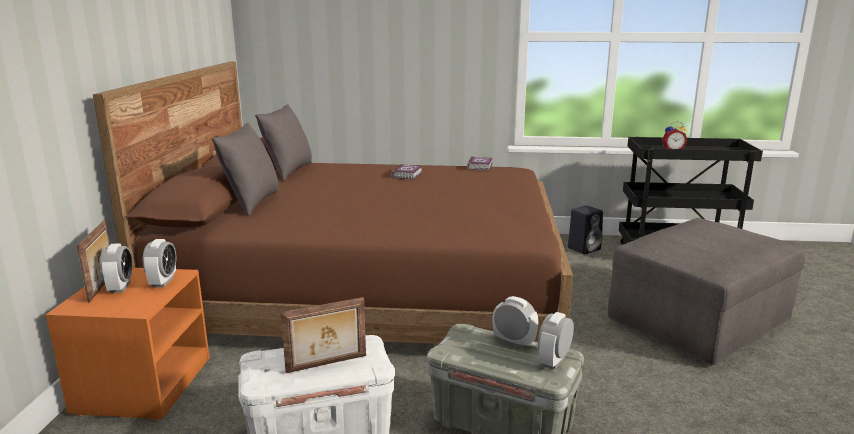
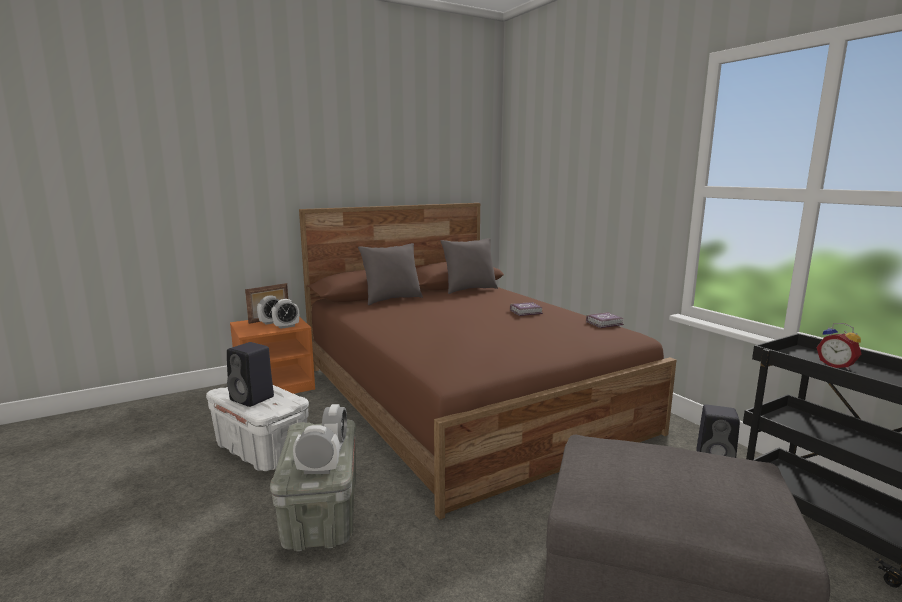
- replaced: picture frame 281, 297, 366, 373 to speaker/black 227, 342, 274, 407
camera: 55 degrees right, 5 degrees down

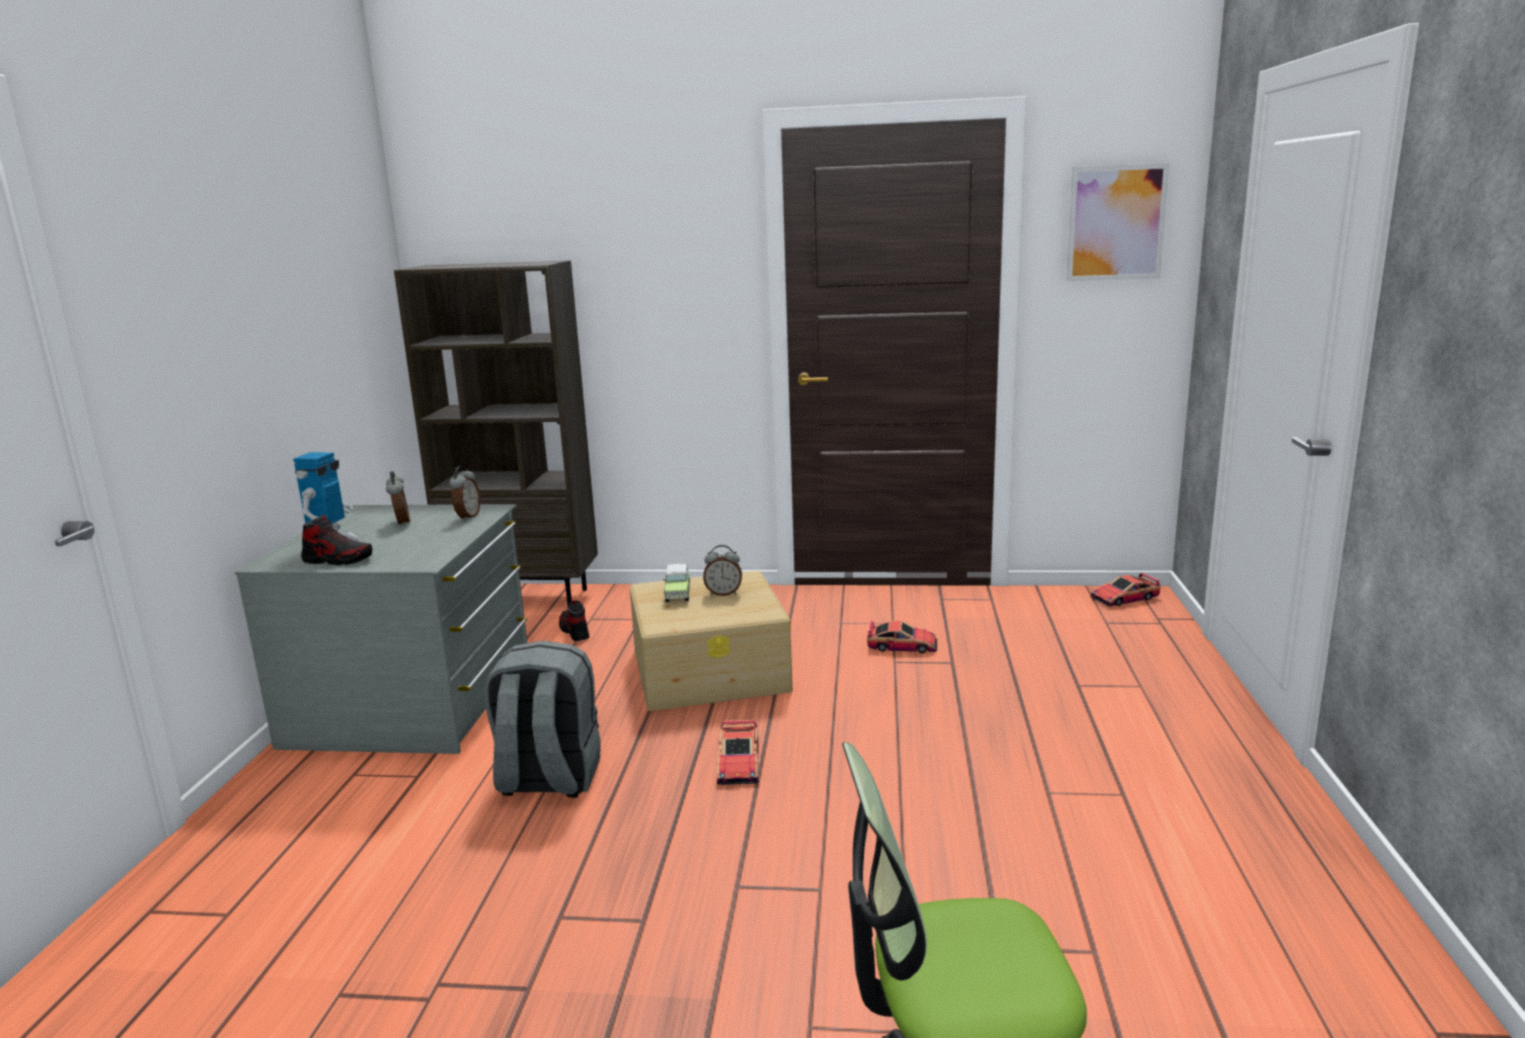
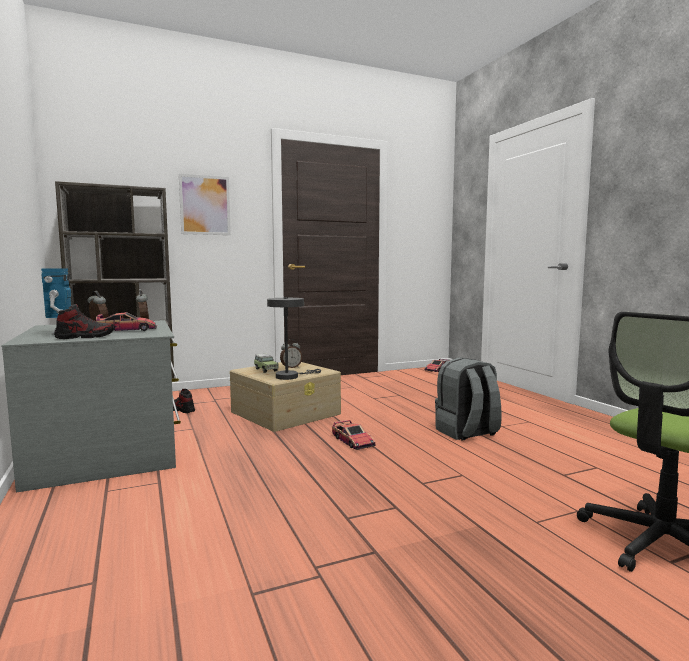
- moved: backpack/grey 484, 641, 601, 798 to 435, 357, 502, 440
- moved: toy car 867, 621, 937, 653 to 96, 312, 157, 331
- moved: picture 1066, 163, 1169, 281 to 179, 174, 231, 235
- added: table lamp/grey 267, 297, 321, 380
camera: 30 degrees left, 10 degrees down

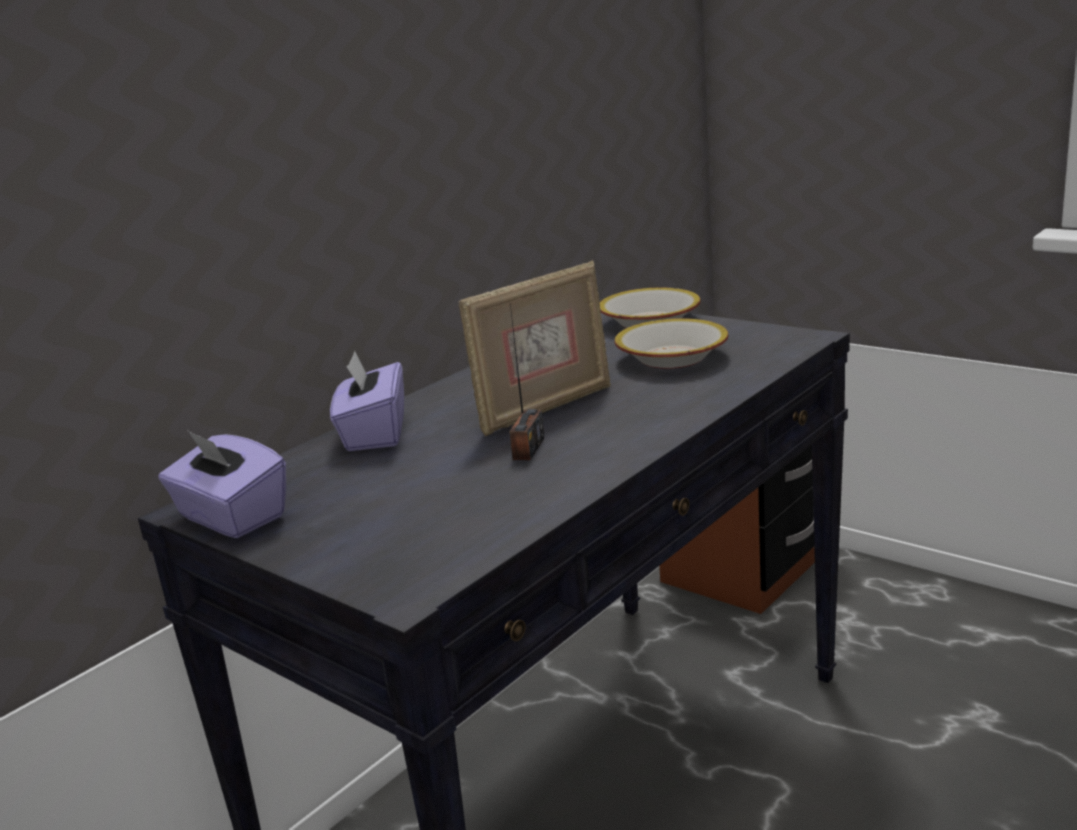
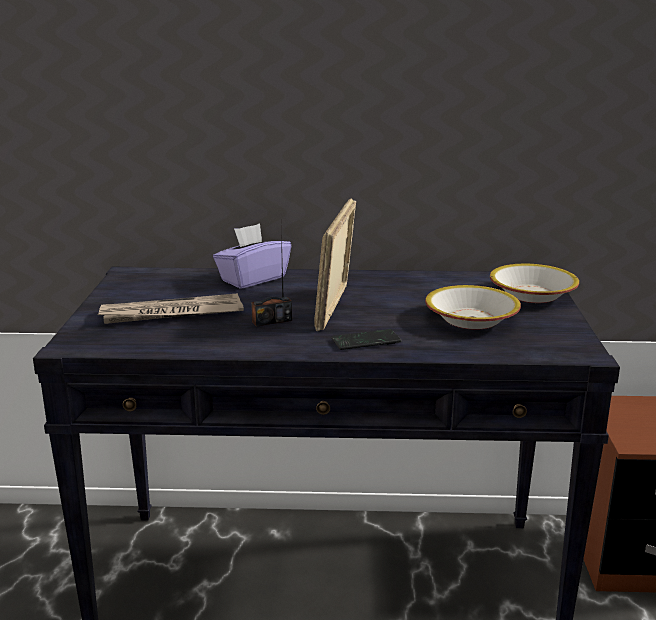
- removed: tissue box/purple 158, 430, 286, 538
- turned: picture frame 458, 260, 611, 437 = 314, 198, 356, 331 90 degrees clockwise
- added: newspaper 97, 293, 244, 324
- added: phone 331, 329, 401, 350
camera: 50 degrees right, 0 degrees up

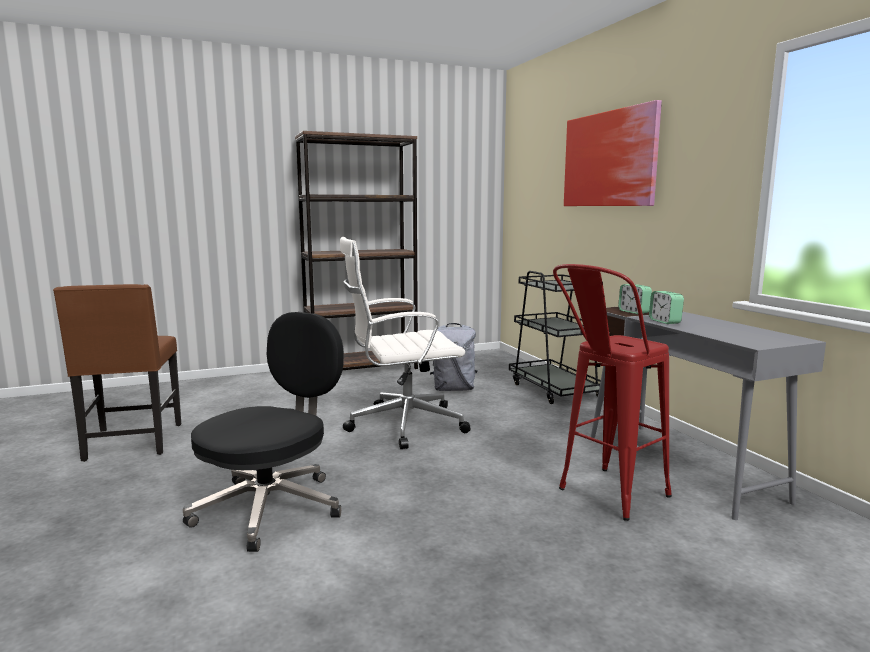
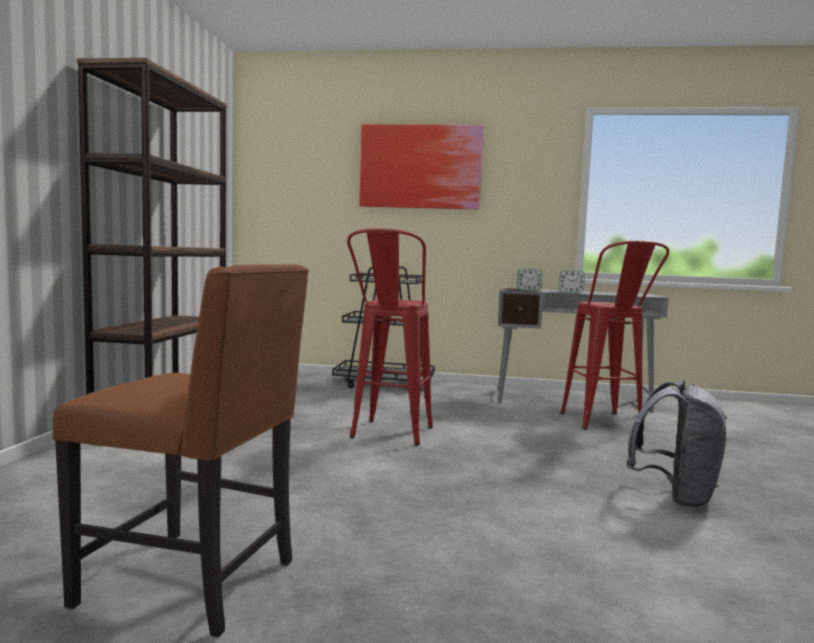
- removed: office chair/black 183, 312, 344, 552
- replaced: office chair/white 340, 237, 470, 449 to stool/red 347, 229, 433, 446
- moved: backpack/grey 430, 323, 478, 391 to 626, 380, 727, 507
camera: 60 degrees left, 5 degrees down

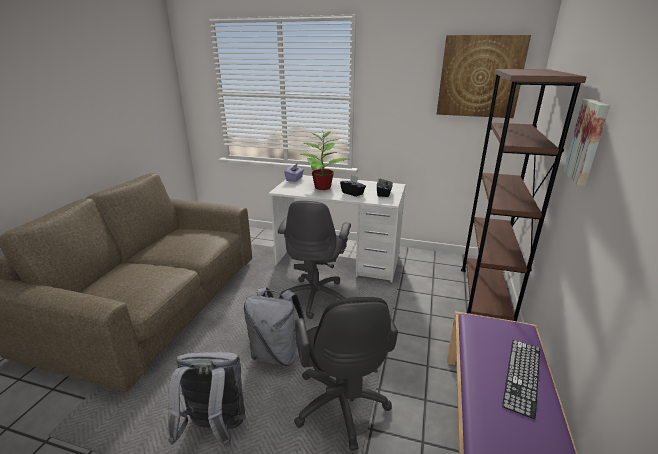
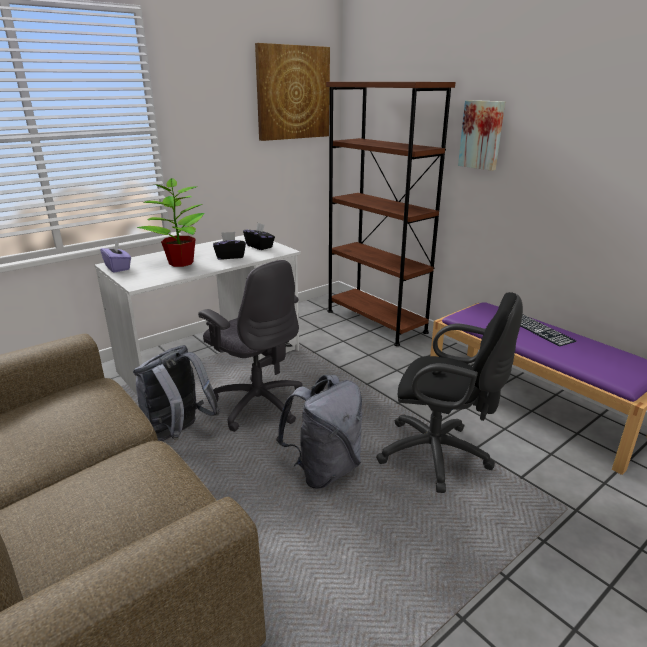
- moved: backpack/grey 168, 352, 246, 448 to 133, 345, 220, 441
camera: 55 degrees left, 0 degrees up

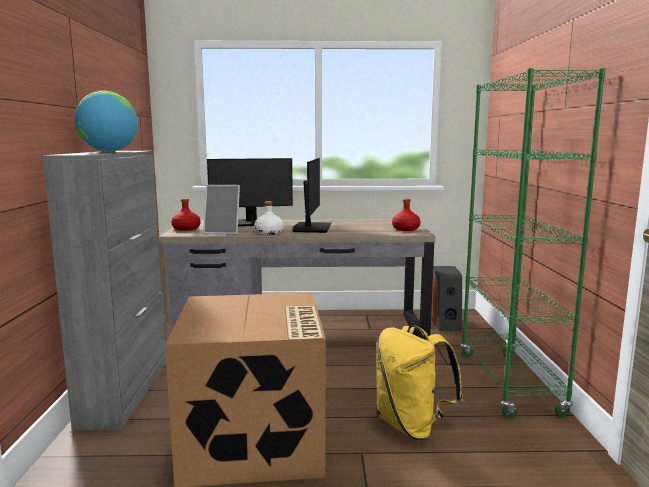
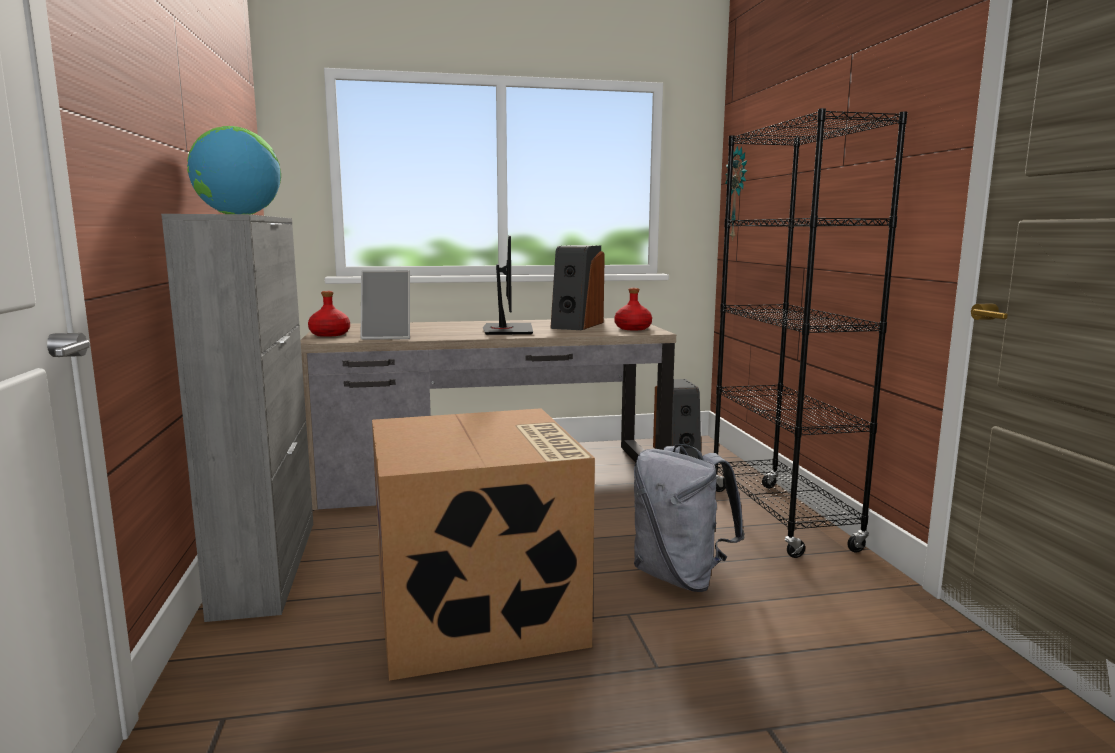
- removed: monitor 207, 158, 293, 226
- removed: bottle/white 254, 201, 284, 235
- recoloured: backpack/yellow 376, 325, 463, 440 to backpack/grey 634, 444, 745, 592
- recoloured: bookcase/green 460, 68, 606, 418 to bookcase/black 714, 108, 908, 558
- added: speaker 550, 245, 605, 330
- added: wall clock 725, 146, 747, 241
camera: 10 degrees left, 0 degrees up

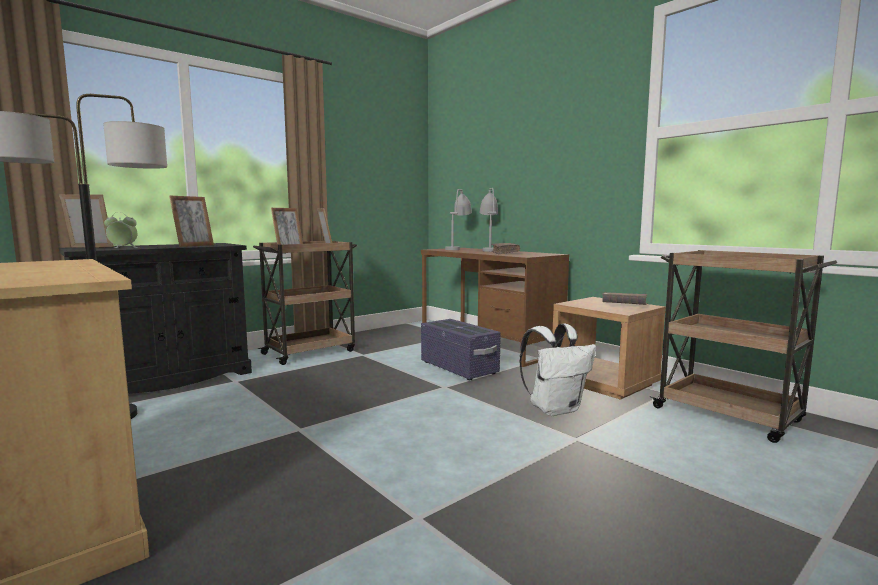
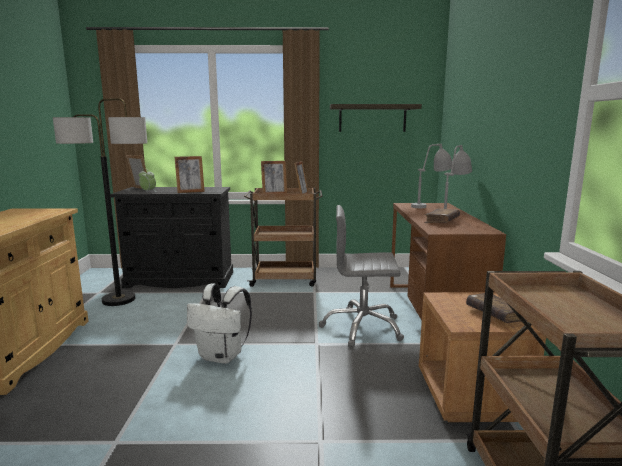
- replaced: storage box/purple 421, 319, 501, 380 to office chair/grey 319, 205, 404, 347
- moved: backpack/white 519, 323, 596, 416 to 187, 283, 252, 364
- added: shelf 330, 104, 422, 132
camera: 40 degrees right, 5 degrees up

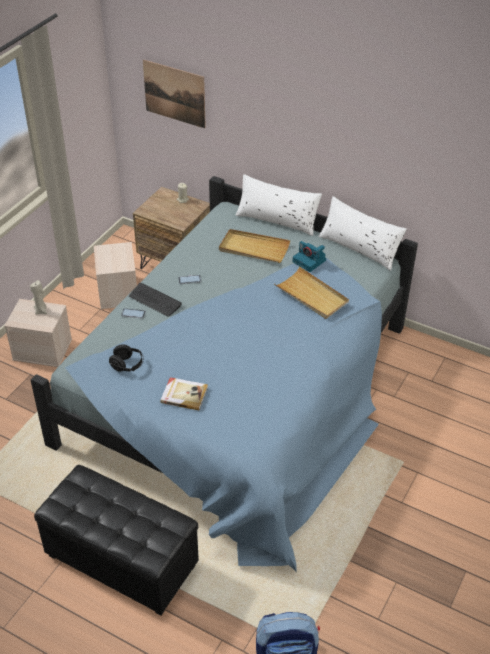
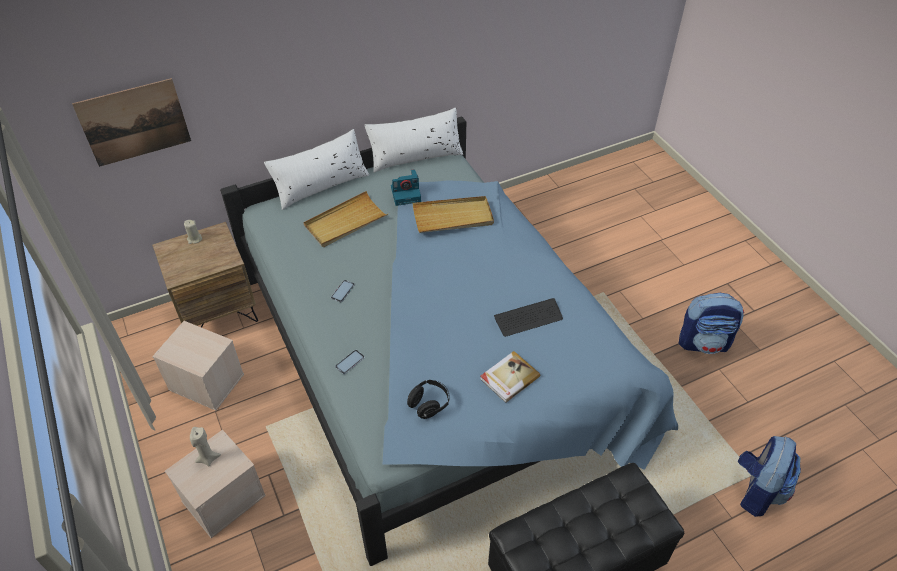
- moved: keyboard 129, 283, 182, 317 to 494, 298, 563, 337
- added: backpack 679, 293, 744, 354
camera: 55 degrees left, 5 degrees up

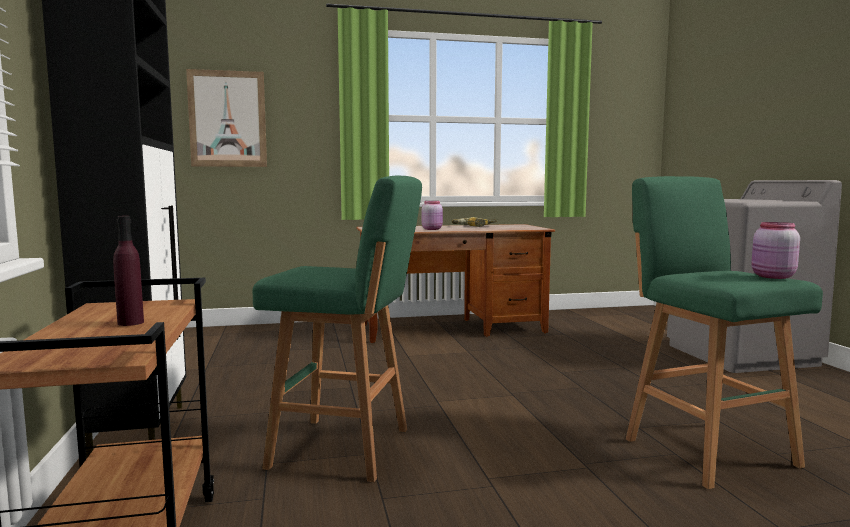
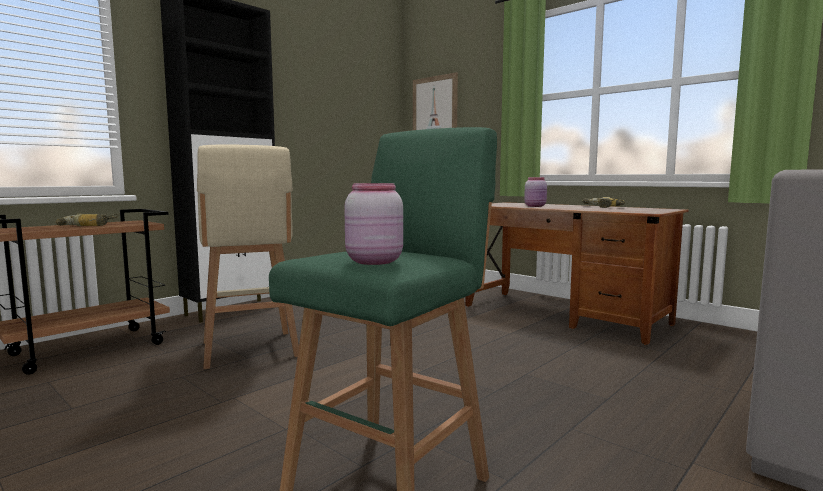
- replaced: bottle/purple 113, 216, 144, 326 to power drill 56, 214, 118, 226
- recoloured: stool/green 252, 175, 422, 482 to stool/beige 197, 144, 299, 369
camera: 55 degrees right, 0 degrees up

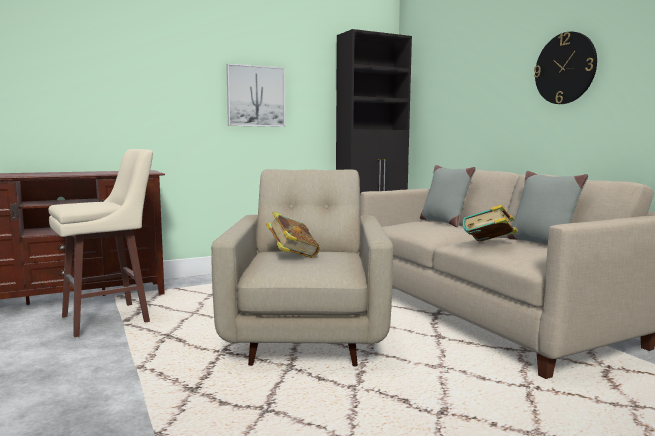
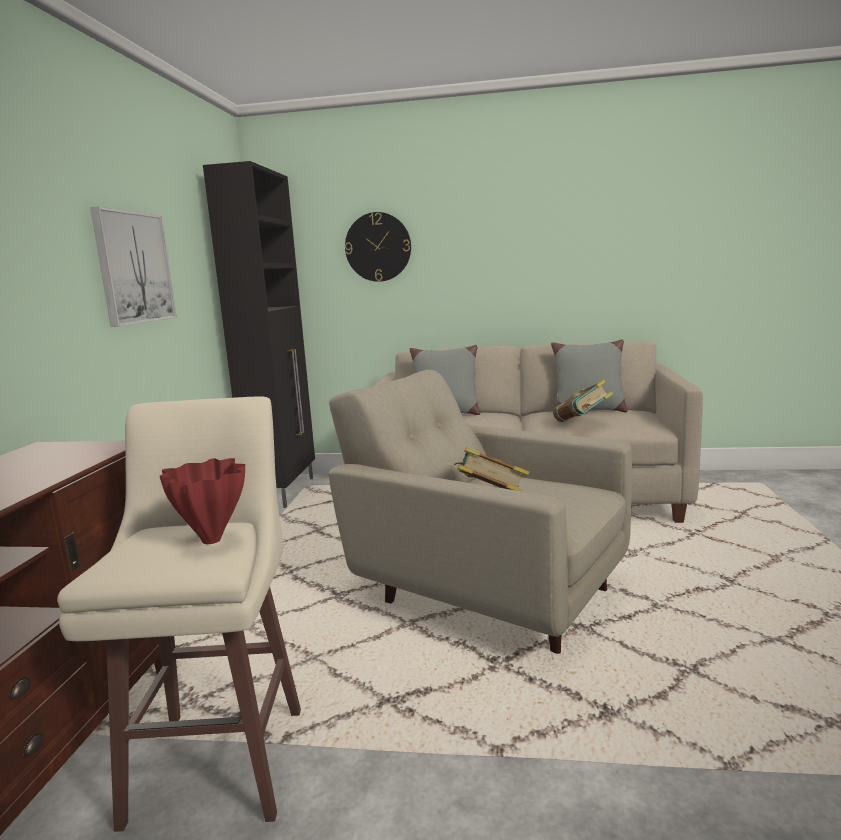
- moved: wall clock 534, 32, 597, 104 to 345, 212, 411, 282
- added: vase/red 160, 458, 245, 544
camera: 55 degrees left, 5 degrees up

